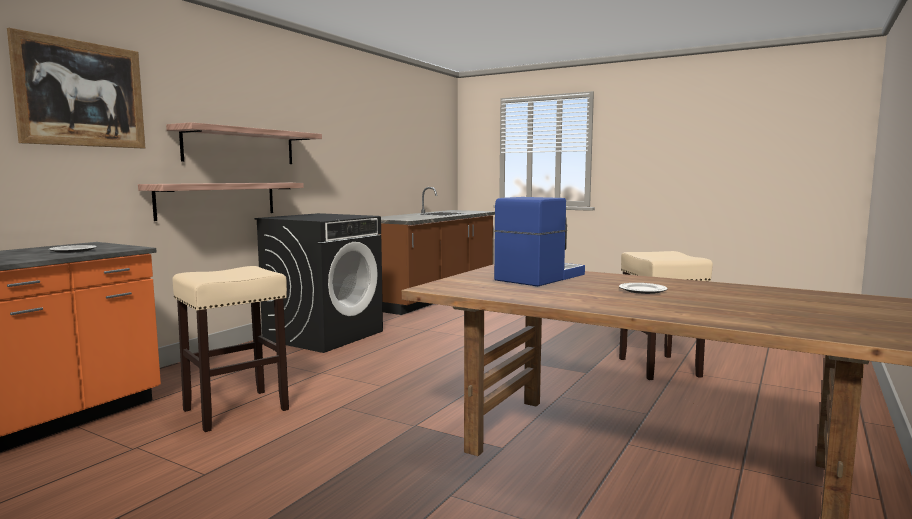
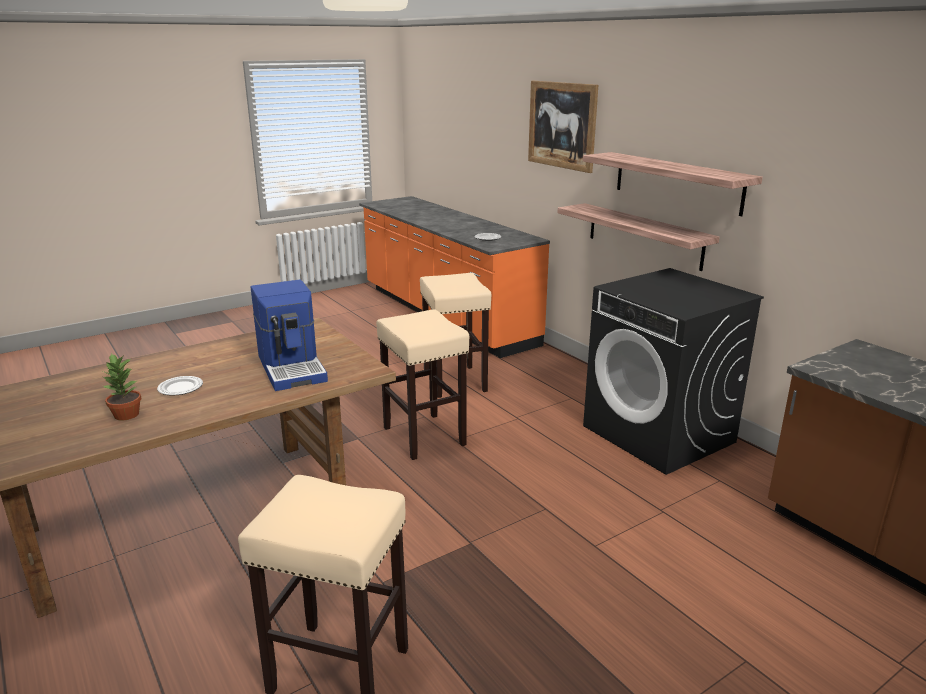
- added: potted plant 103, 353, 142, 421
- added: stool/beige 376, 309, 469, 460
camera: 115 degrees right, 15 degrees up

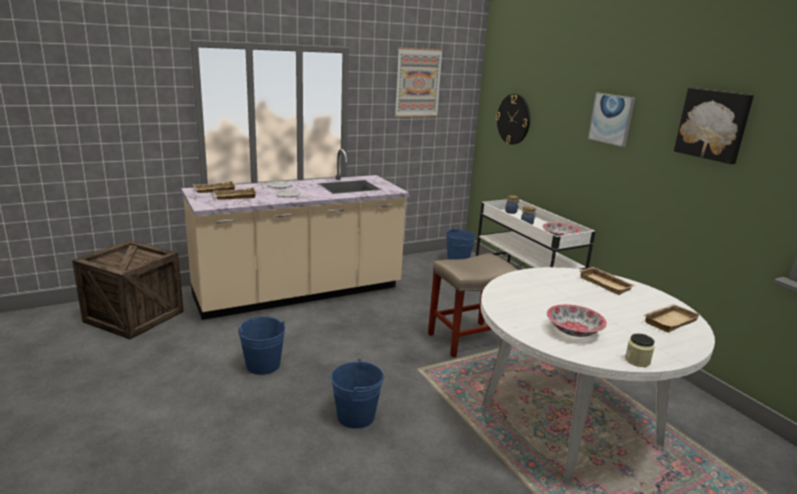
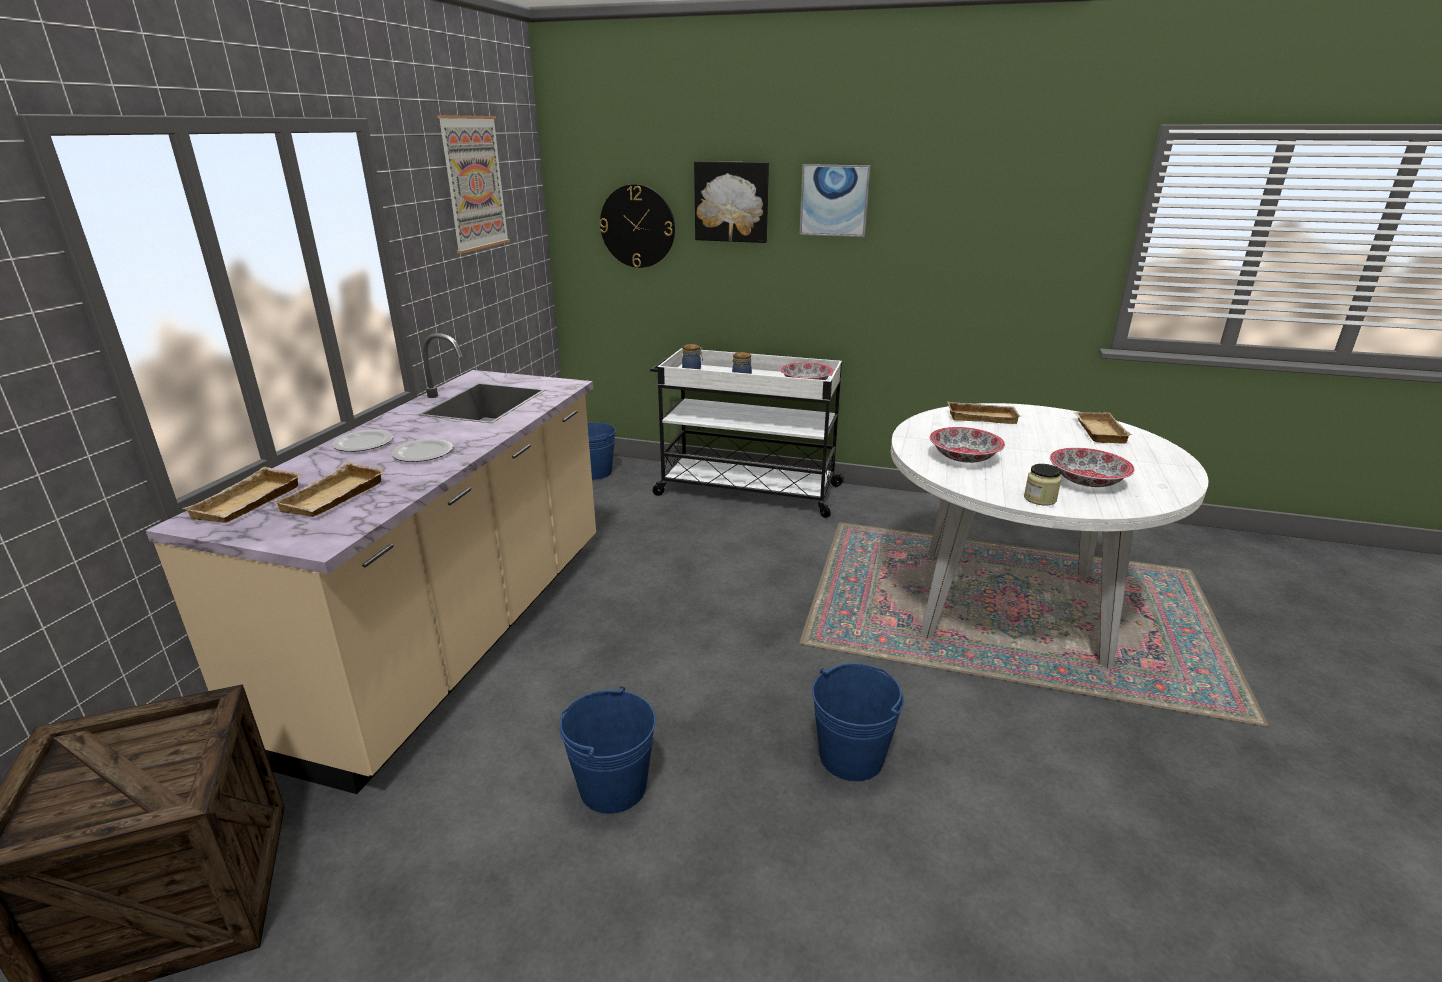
- removed: stool/beige 428, 253, 517, 357
- moved: jar 625, 333, 655, 367 to 1024, 464, 1061, 506
- moved: picture 674, 88, 754, 164 to 694, 161, 769, 243
- added: bowl 930, 427, 1005, 463
camera: 45 degrees left, 5 degrees up

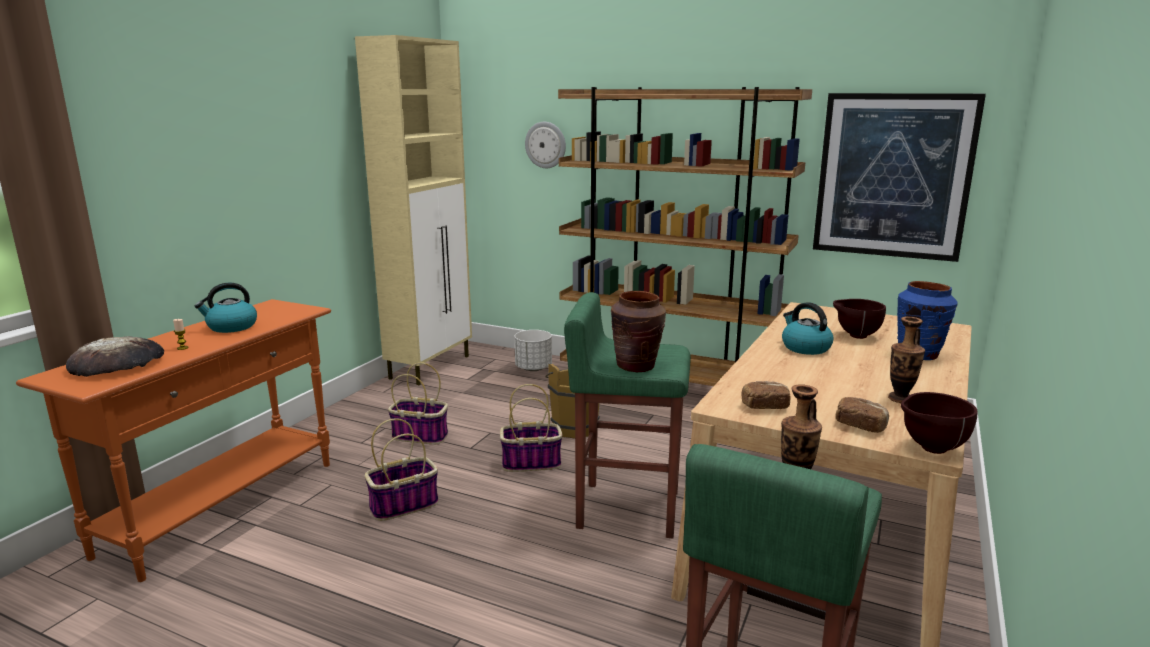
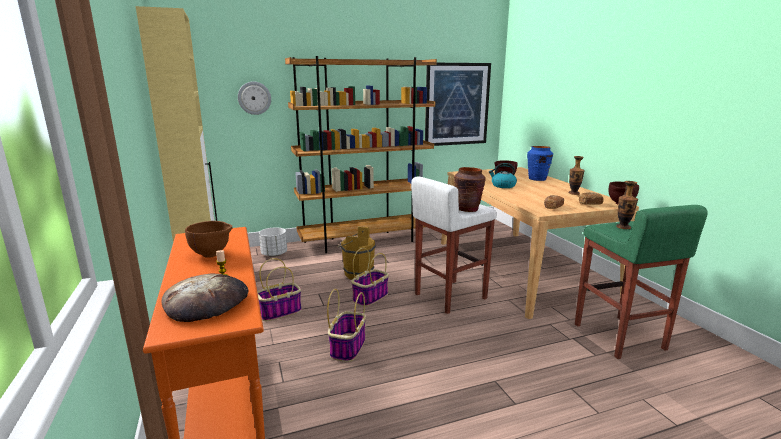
- replaced: kettle 194, 283, 257, 333 to bowl/brown 185, 221, 233, 258
- recoloured: stool/green 564, 292, 691, 538 to stool/white 411, 176, 497, 314
camera: 45 degrees left, 0 degrees up

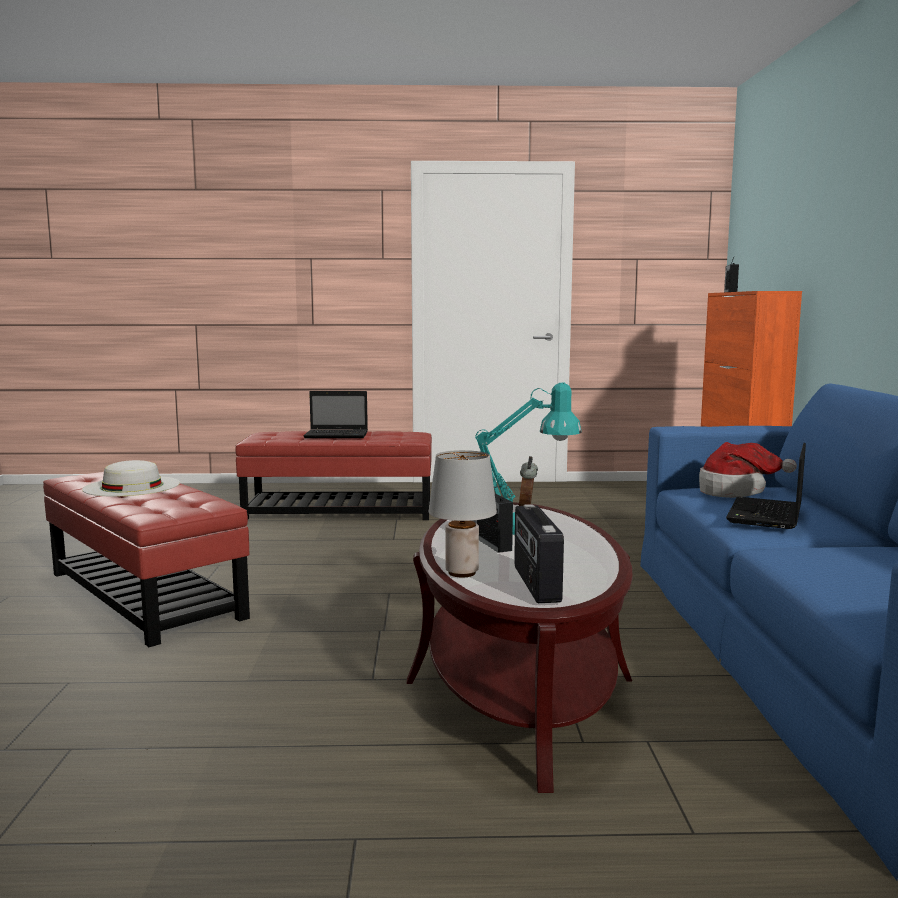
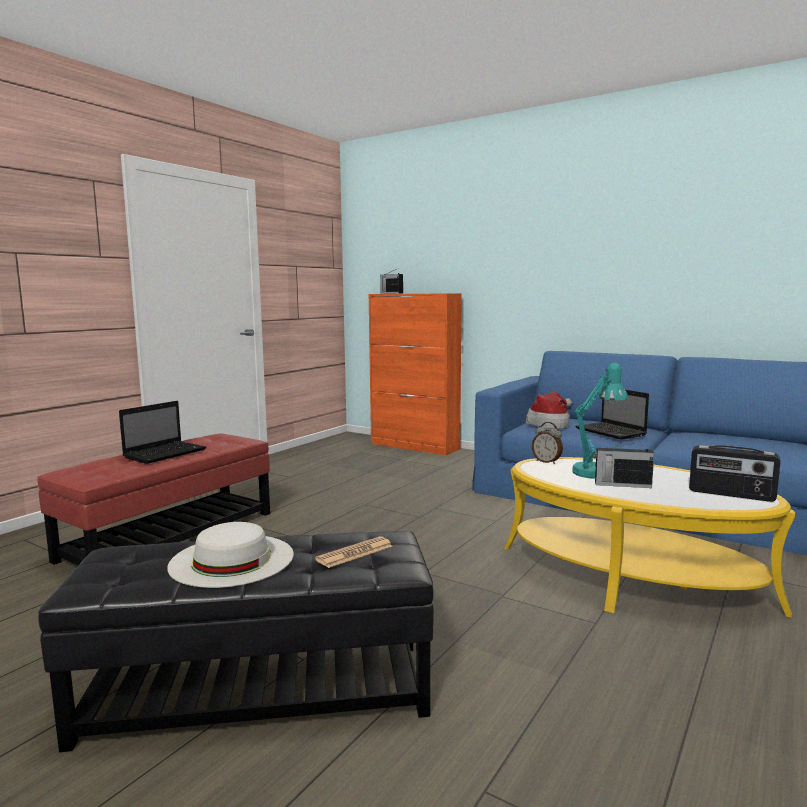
- recoloured: ottoman/red 43, 472, 250, 647 to ottoman/black 38, 531, 434, 752
- recoloured: coffee table/brown 407, 502, 633, 793 to coffee table/yellow 504, 457, 795, 618
- removed: table lamp/grey 429, 450, 497, 578
- added: newspaper 315, 536, 392, 568
camera: 55 degrees left, 0 degrees up

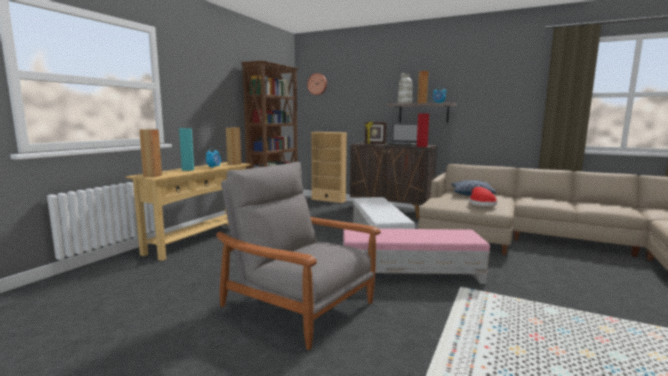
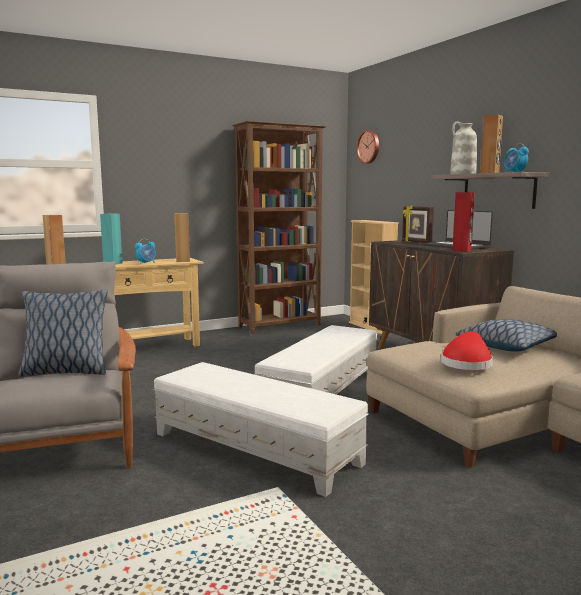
- recoloured: ottoman/pink 343, 229, 490, 284 to ottoman/white 153, 362, 369, 497
- added: pillow 18, 289, 108, 377
camera: 35 degrees right, 0 degrees up

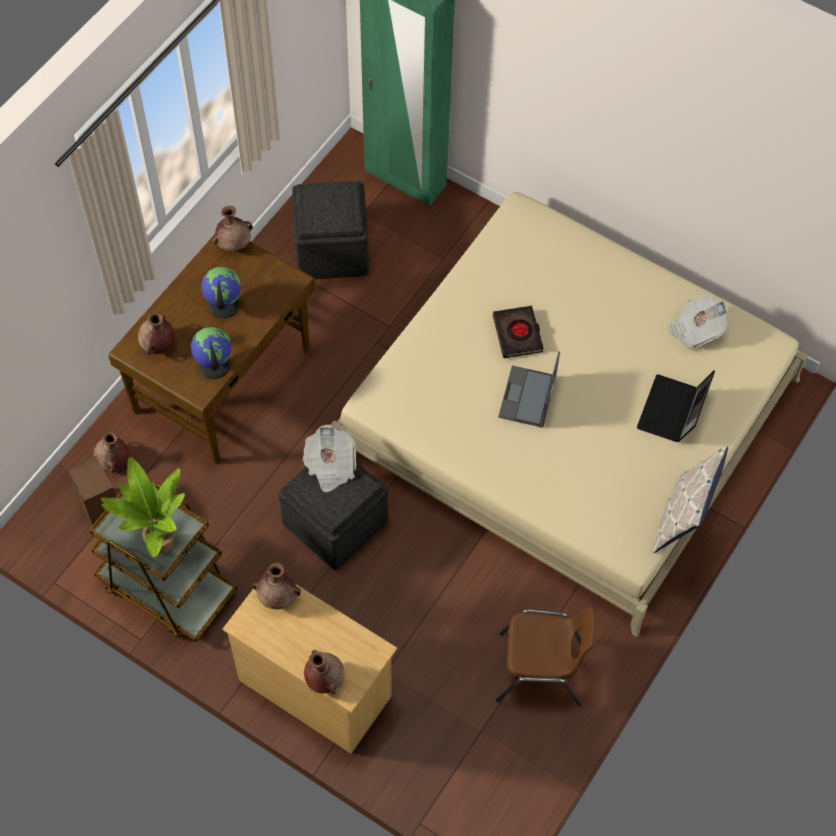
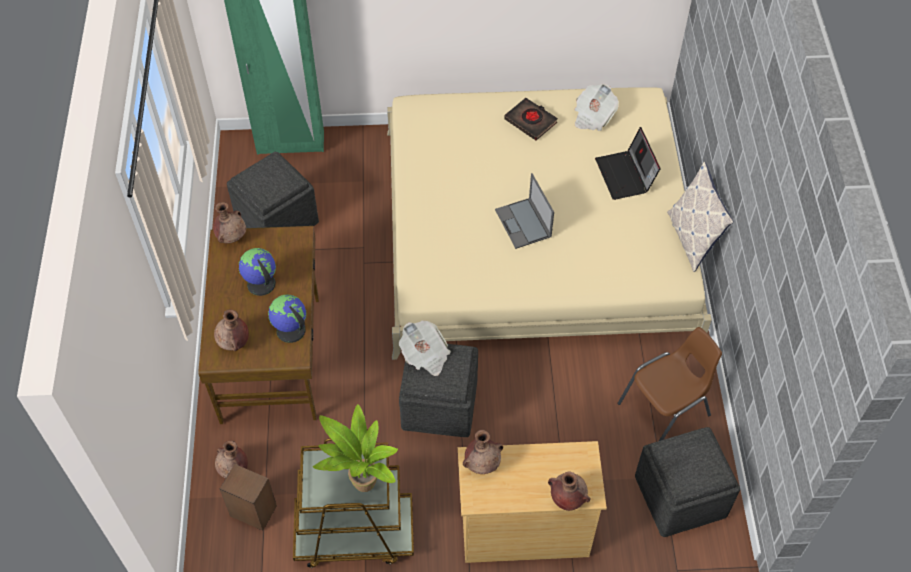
- moved: book/black 493, 306, 544, 358 to 504, 98, 558, 140
- added: ottoman/grey 635, 427, 740, 537
camera: 35 degrees left, 5 degrees down

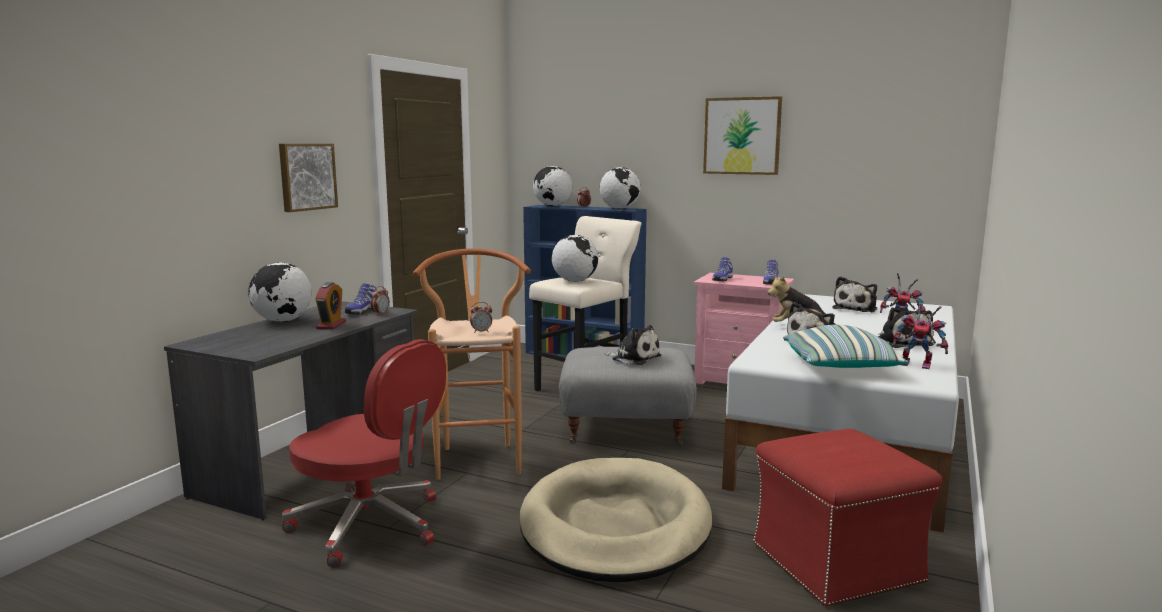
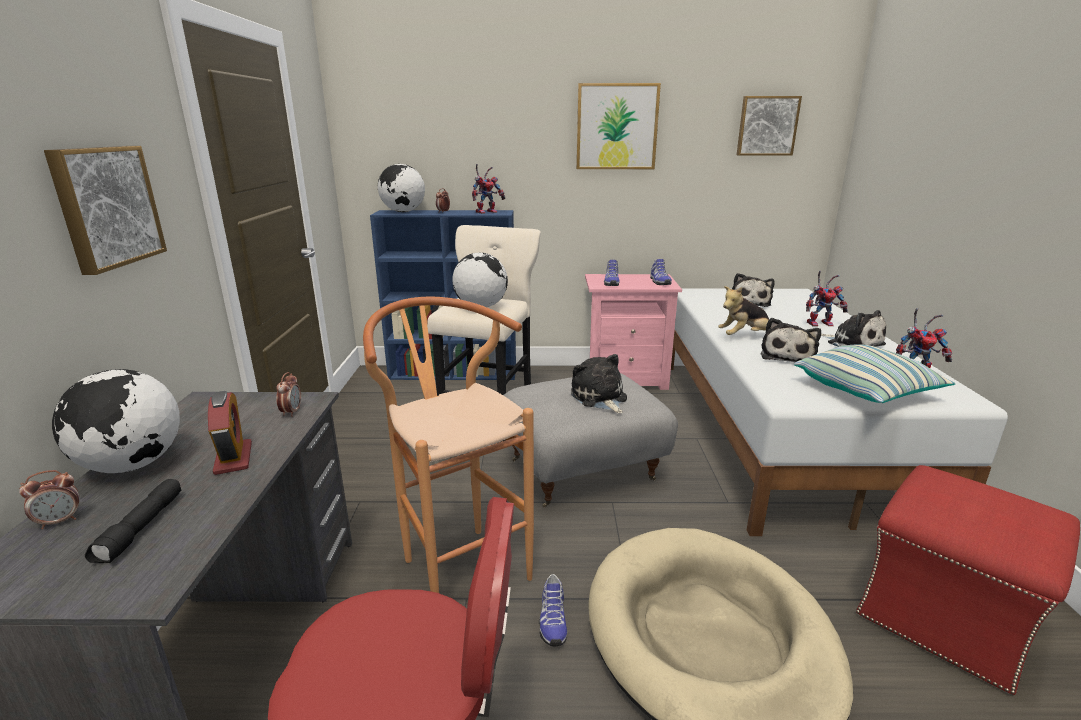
- moved: shoe 345, 283, 377, 315 to 539, 574, 567, 646
- moved: alarm clock 470, 302, 492, 333 to 19, 470, 79, 529
- replaced: globe 600, 167, 641, 209 to toy robot 472, 164, 506, 214
- turned: plush toy 604, 325, 661, 365 = 571, 354, 627, 413 120 degrees counterclockwise
- added: flashlight/black 85, 479, 181, 563
- added: picture 737, 96, 802, 156
camera: 25 degrees left, 10 degrees up

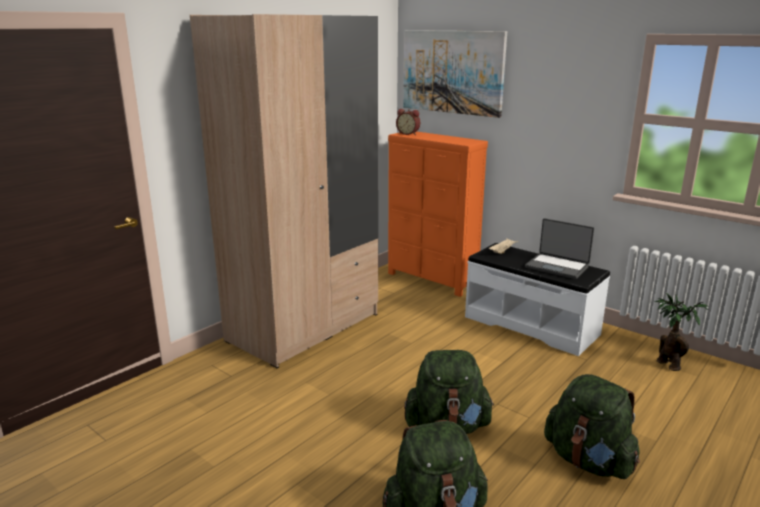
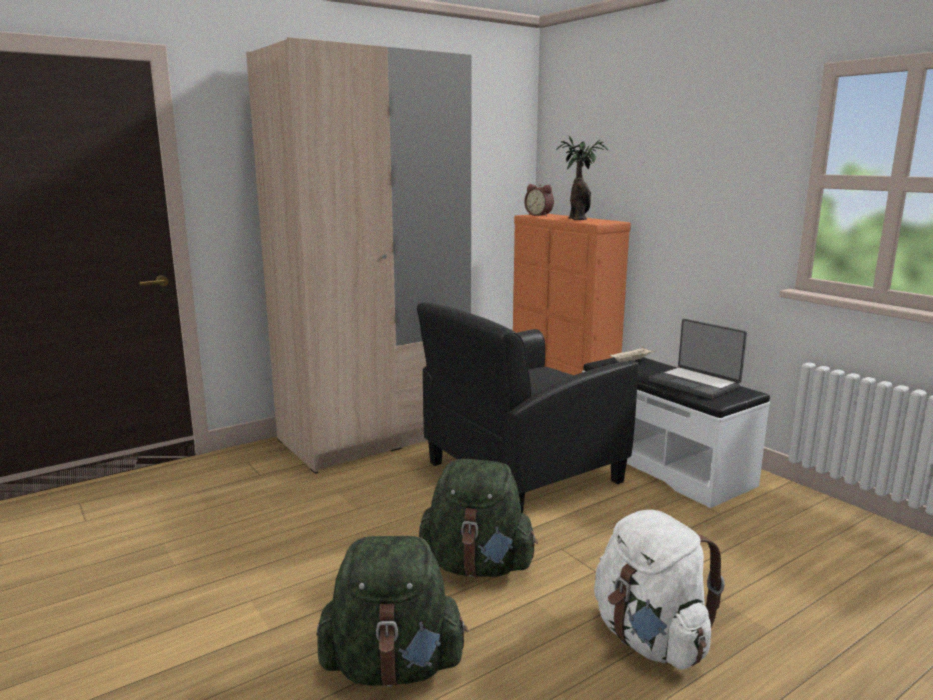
- removed: picture 403, 30, 507, 118
- recoloured: backpack/green 544, 374, 640, 479 to backpack/white 594, 510, 725, 670
- moved: potted plant 654, 293, 708, 371 to 556, 135, 608, 220
- added: armchair/black 417, 302, 638, 513
camera: 15 degrees right, 5 degrees down

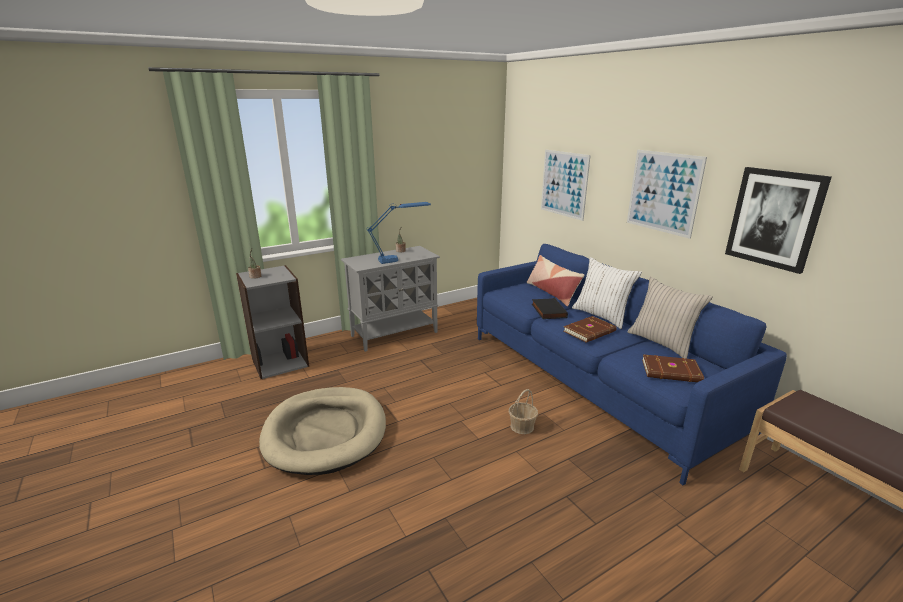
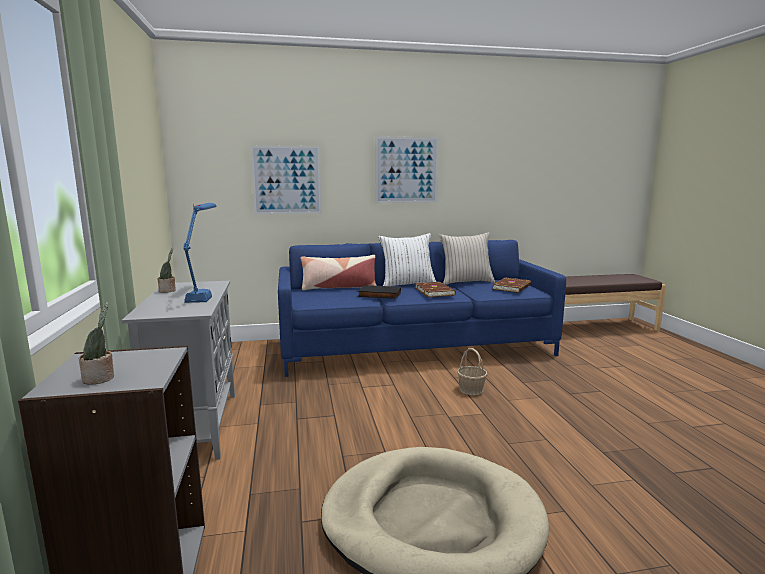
- removed: picture 725, 167, 831, 274
camera: 70 degrees left, 10 degrees down

